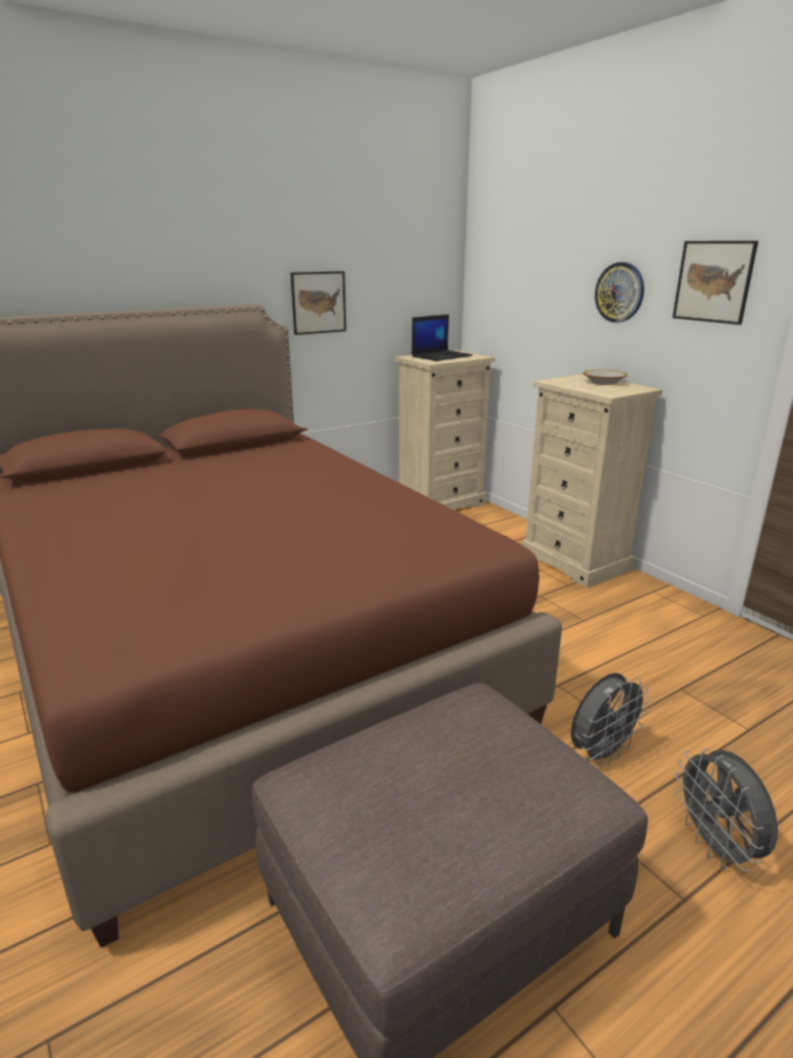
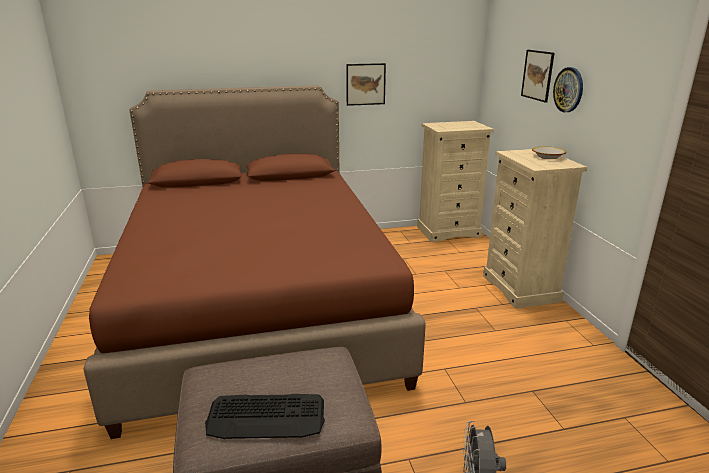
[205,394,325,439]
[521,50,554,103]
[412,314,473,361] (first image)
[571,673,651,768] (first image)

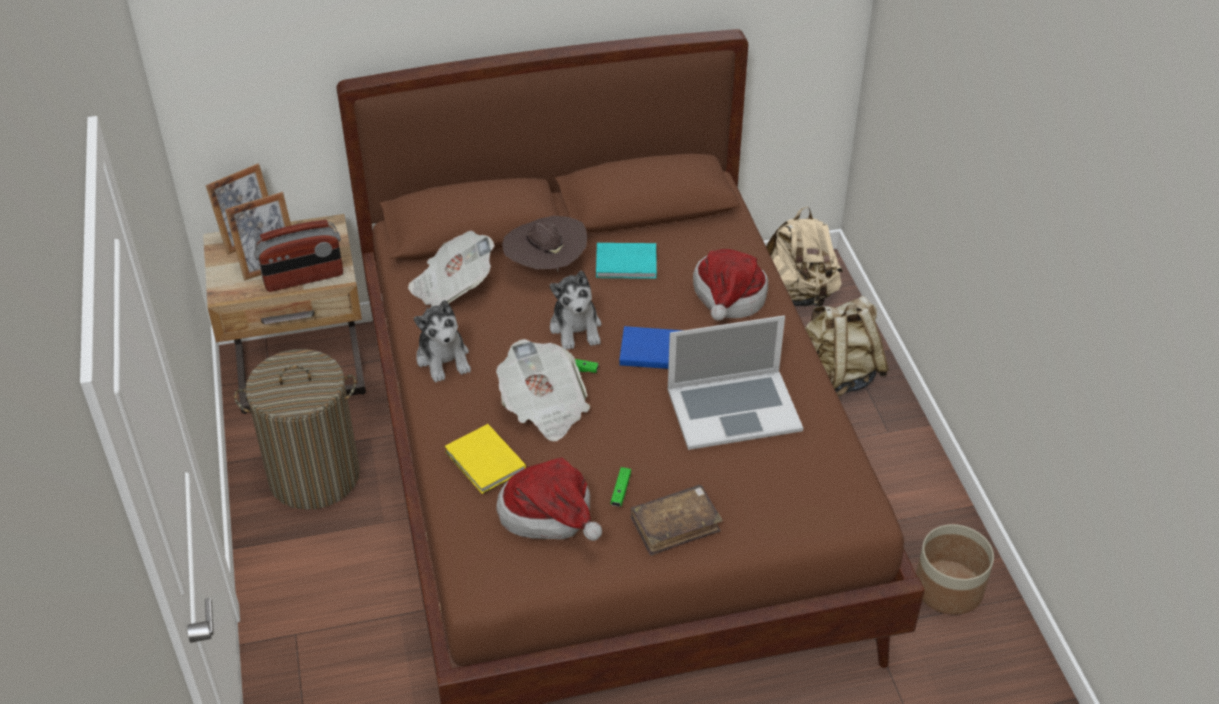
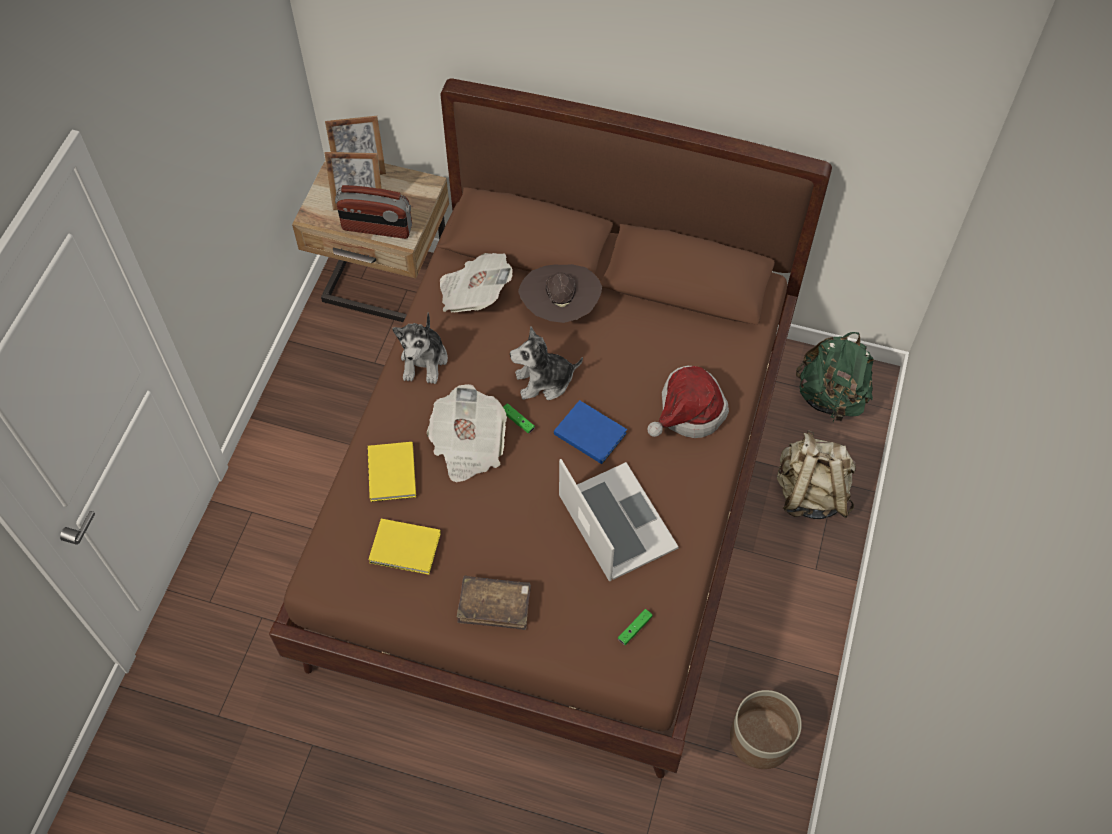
[368,519,441,575]
[510,326,583,400]
[559,459,679,581]
[618,609,653,645]
[796,332,874,422]
[234,349,360,510] (first image)
[596,243,657,279] (first image)

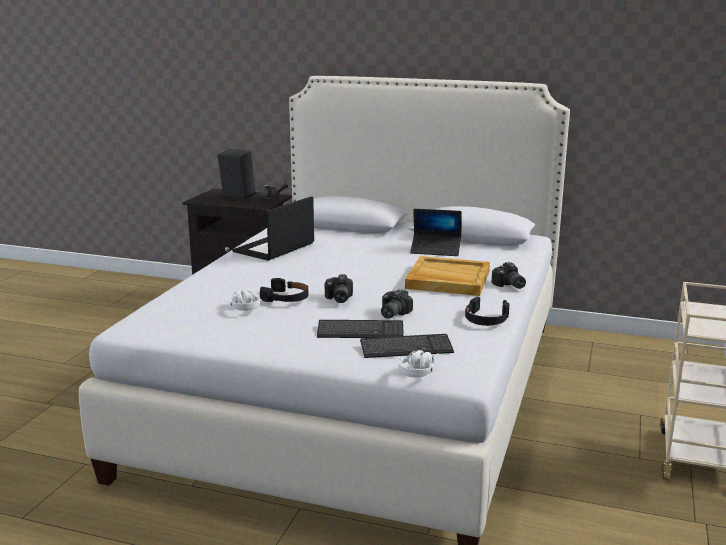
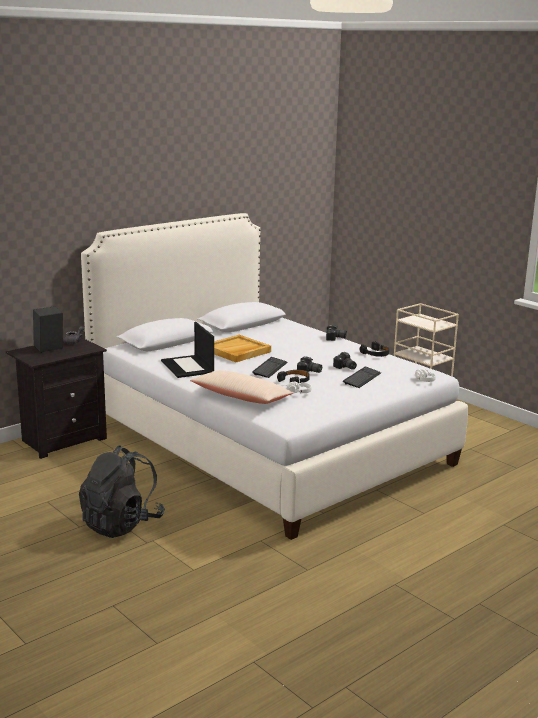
[79,445,165,538]
[190,371,294,404]
[214,335,271,362]
[252,357,288,378]
[410,209,462,256] (first image)

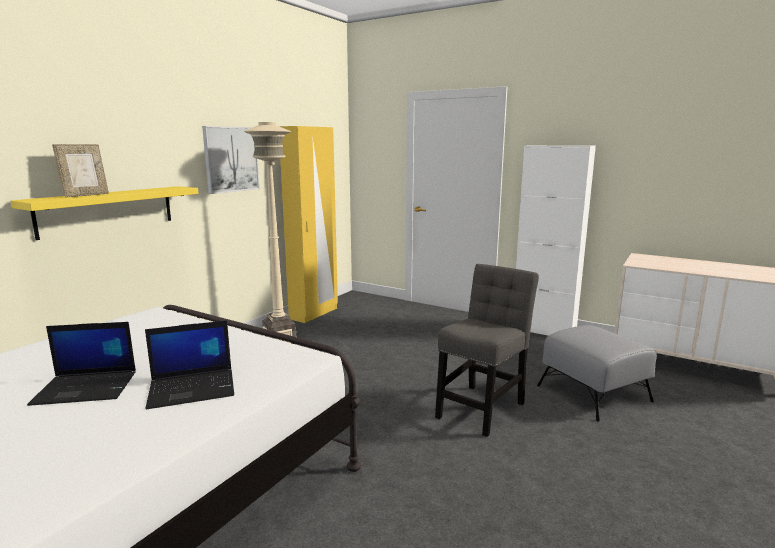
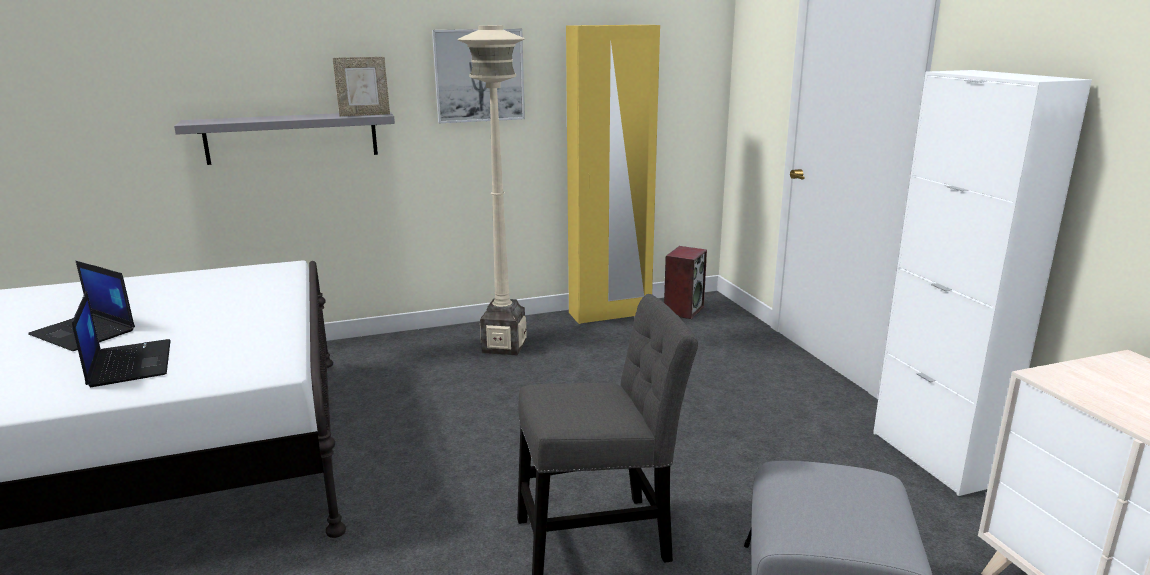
[72,291,171,387]
[174,112,395,165]
[333,57,390,116]
[664,246,707,319]

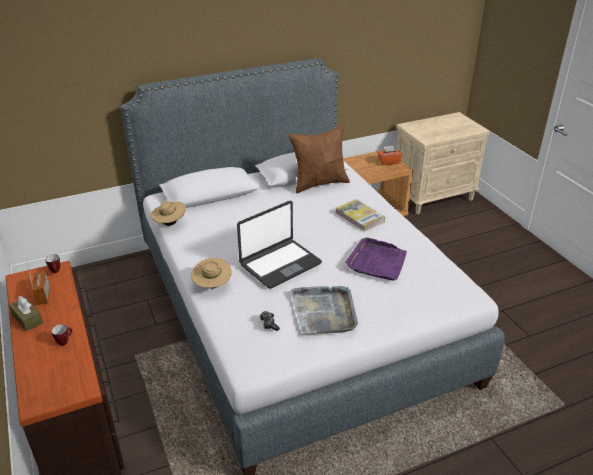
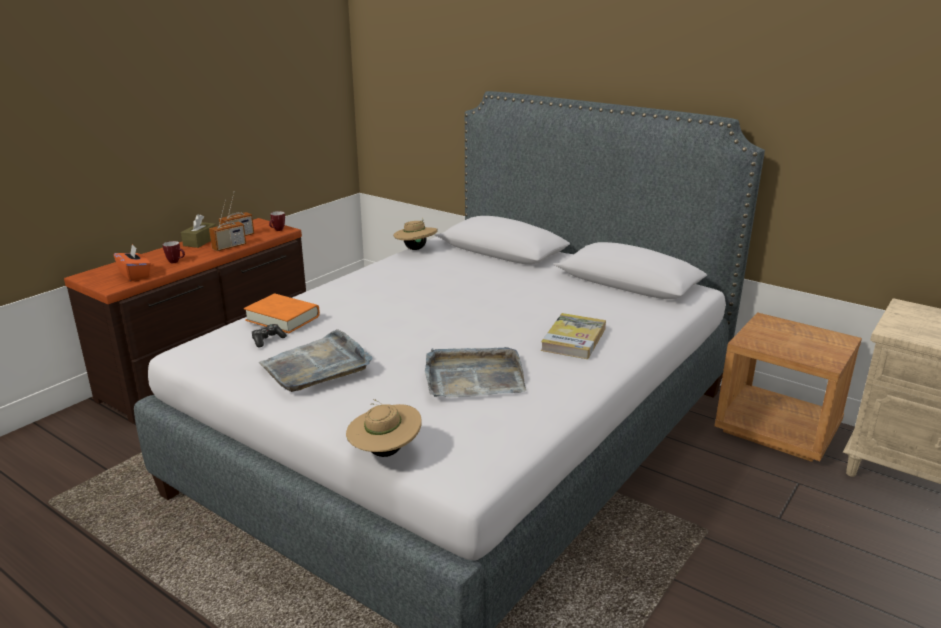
[114,244,151,282]
[209,200,246,251]
[244,294,320,333]
[346,399,422,457]
[425,347,526,398]
[237,201,322,289] (first image)
[289,124,350,194] (first image)

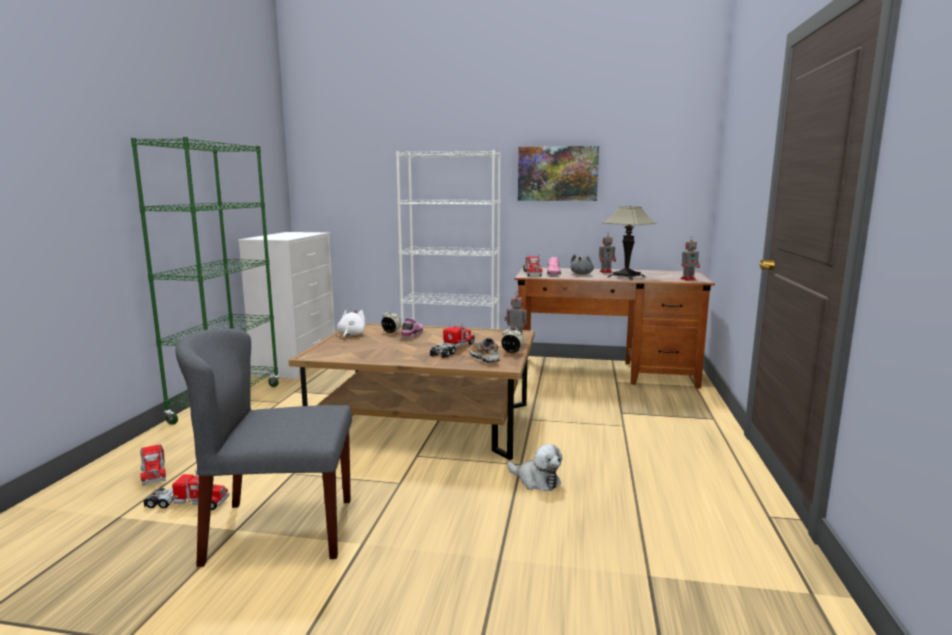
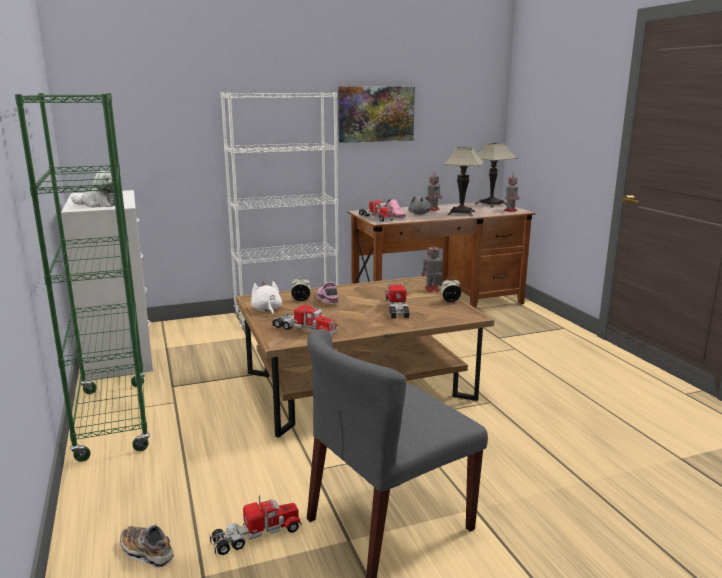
[71,170,115,208]
[120,525,174,568]
[272,302,338,334]
[475,143,518,208]

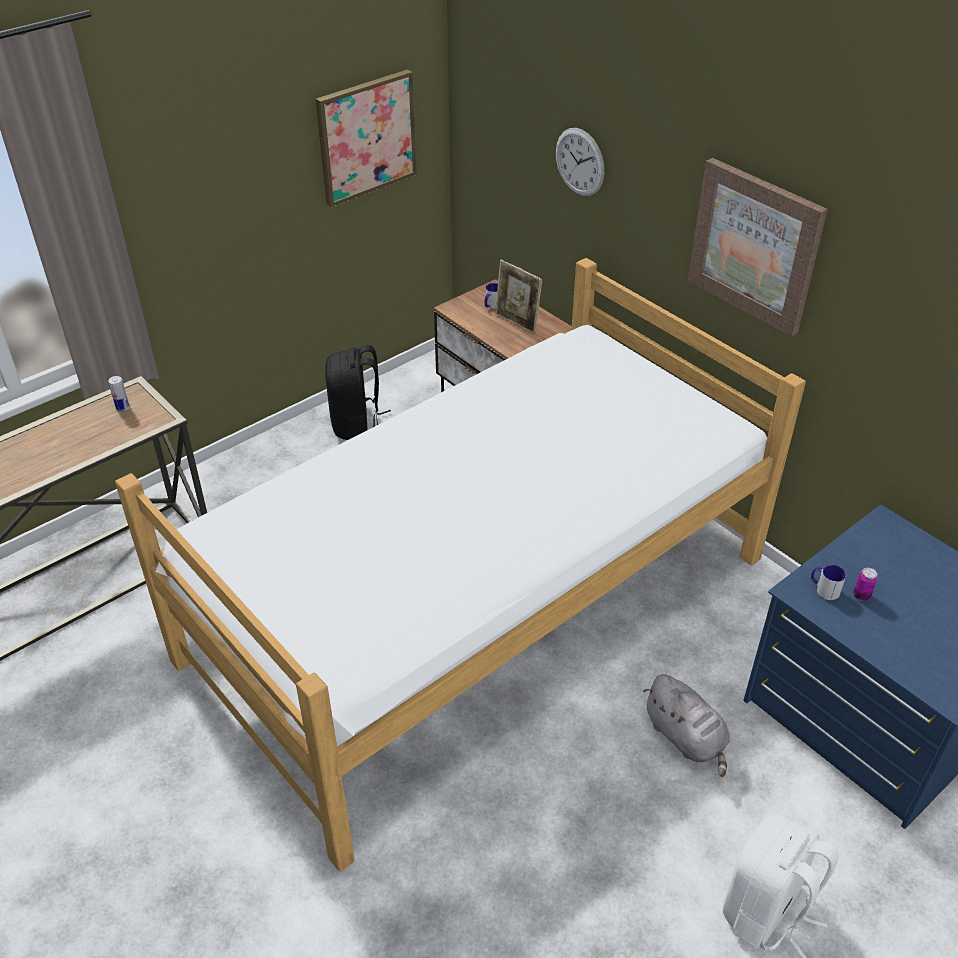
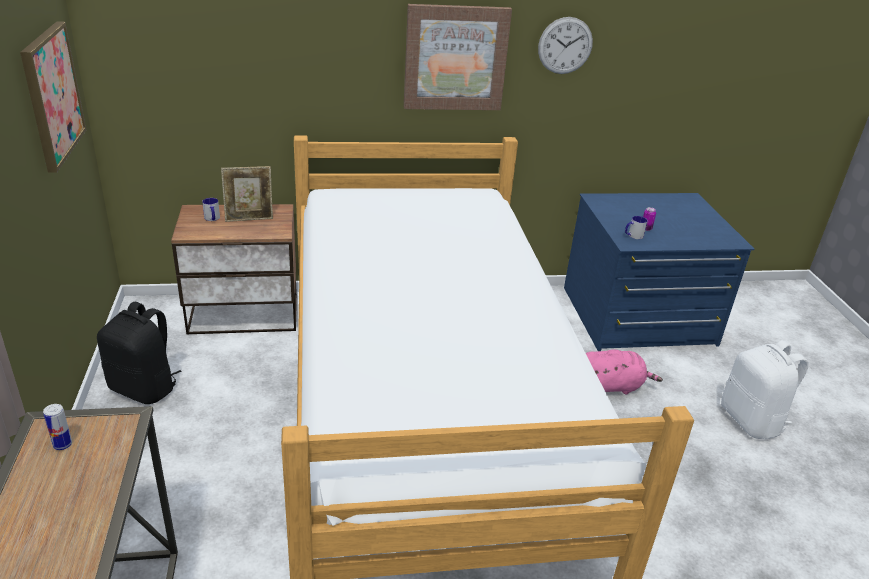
[538,17,593,74]
[586,349,663,394]

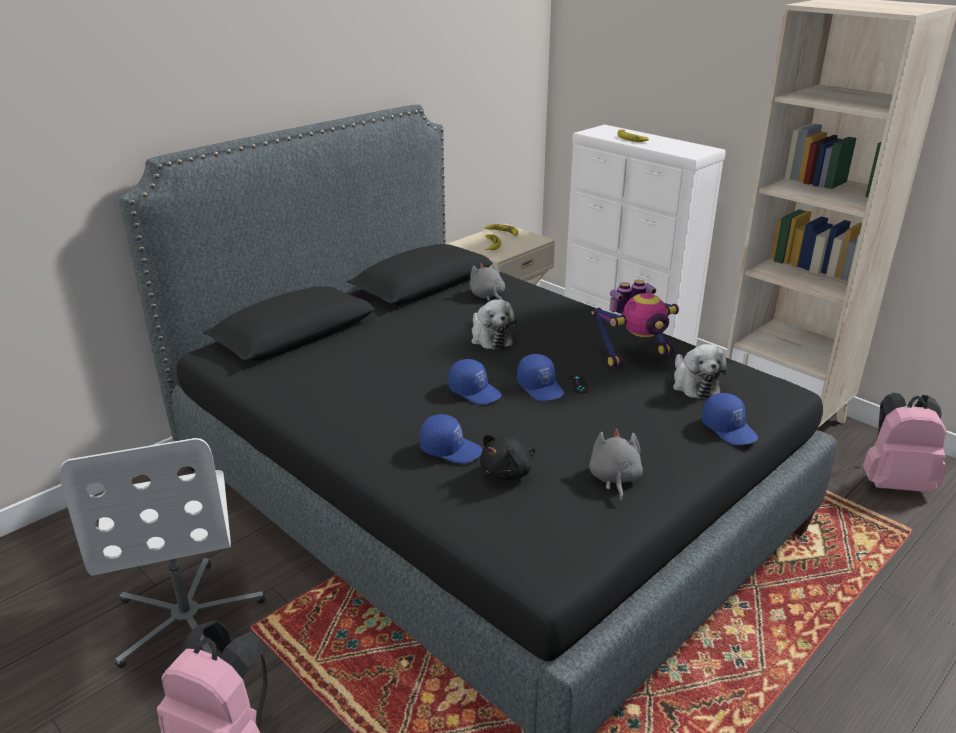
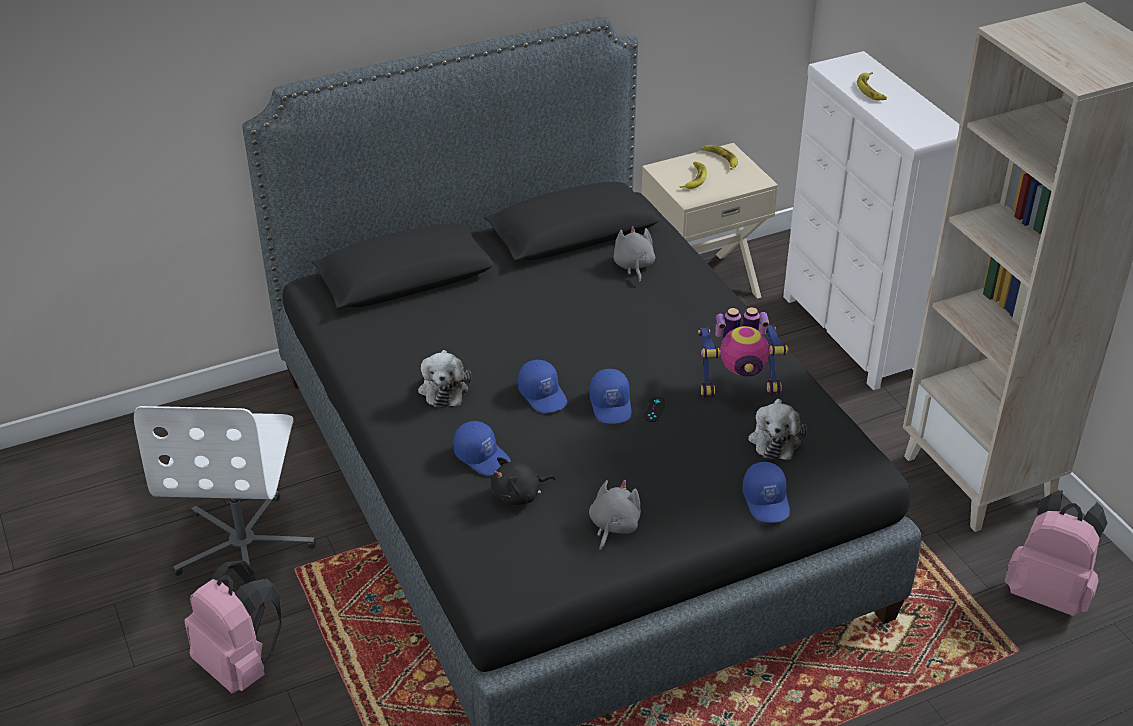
[418,350,471,407]

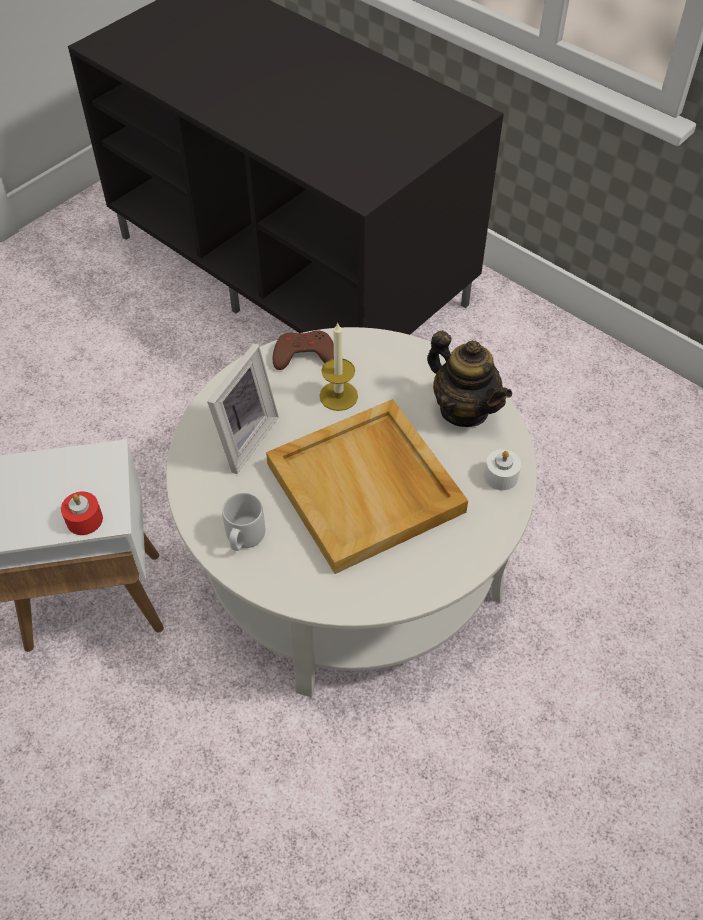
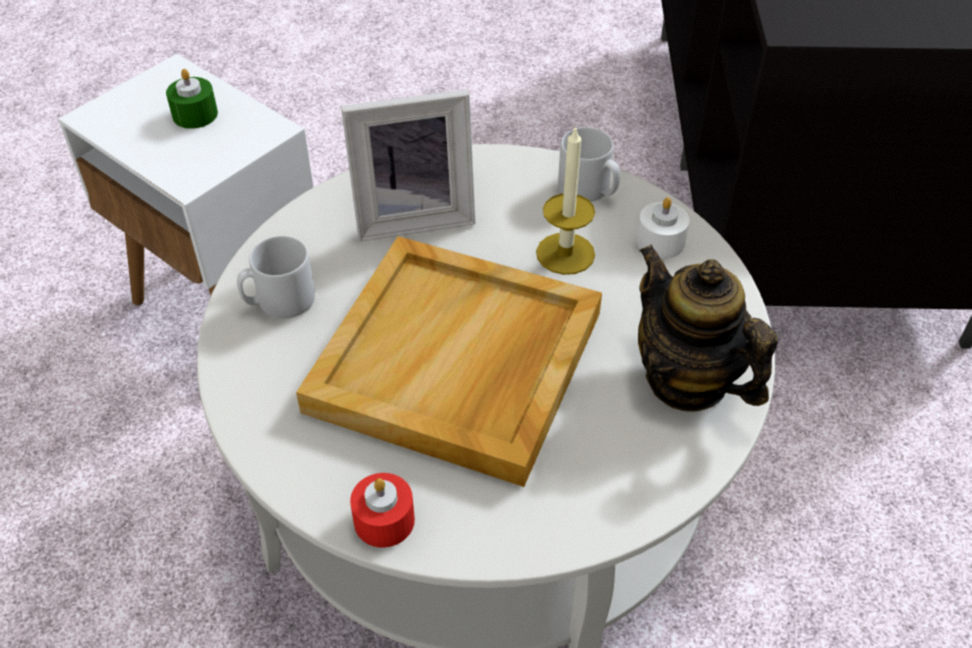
[166,69,218,129]
[350,473,415,548]
[558,127,620,202]
[636,197,690,259]
[638,244,778,412]

